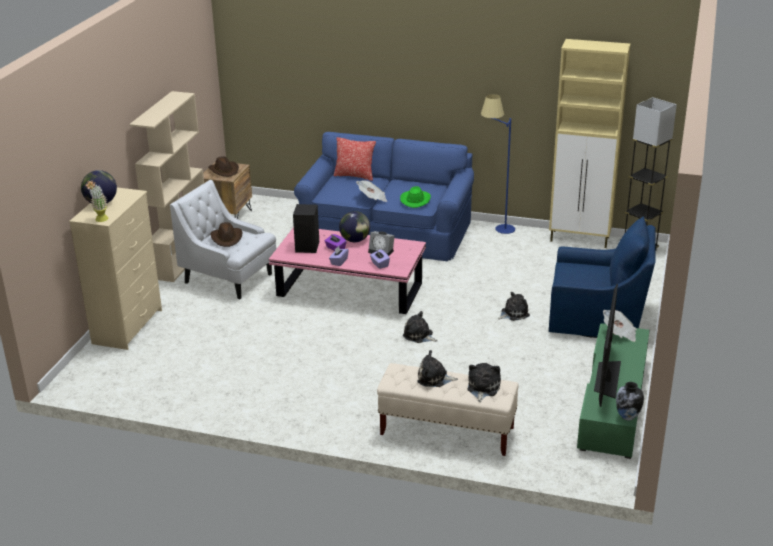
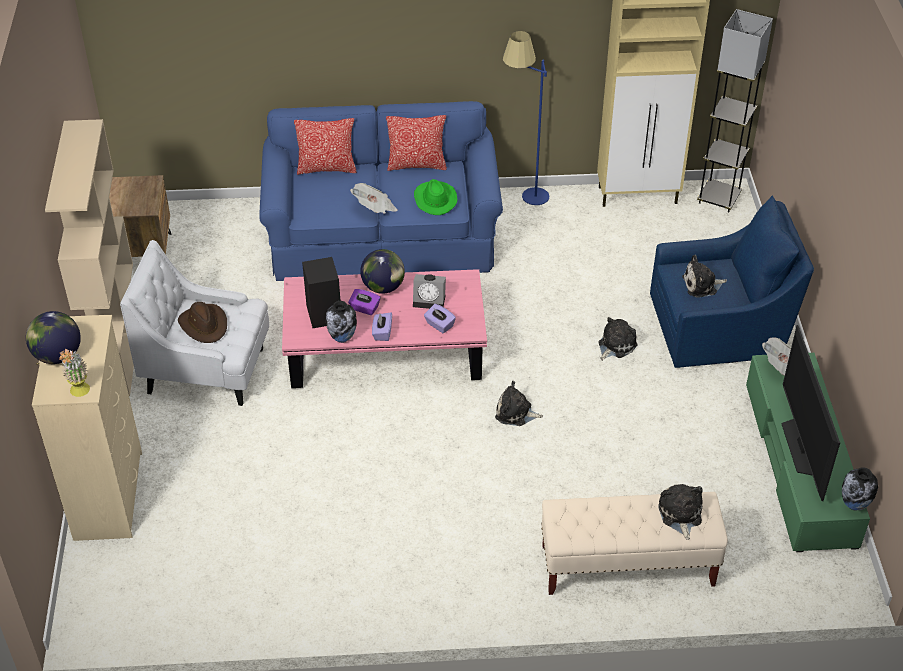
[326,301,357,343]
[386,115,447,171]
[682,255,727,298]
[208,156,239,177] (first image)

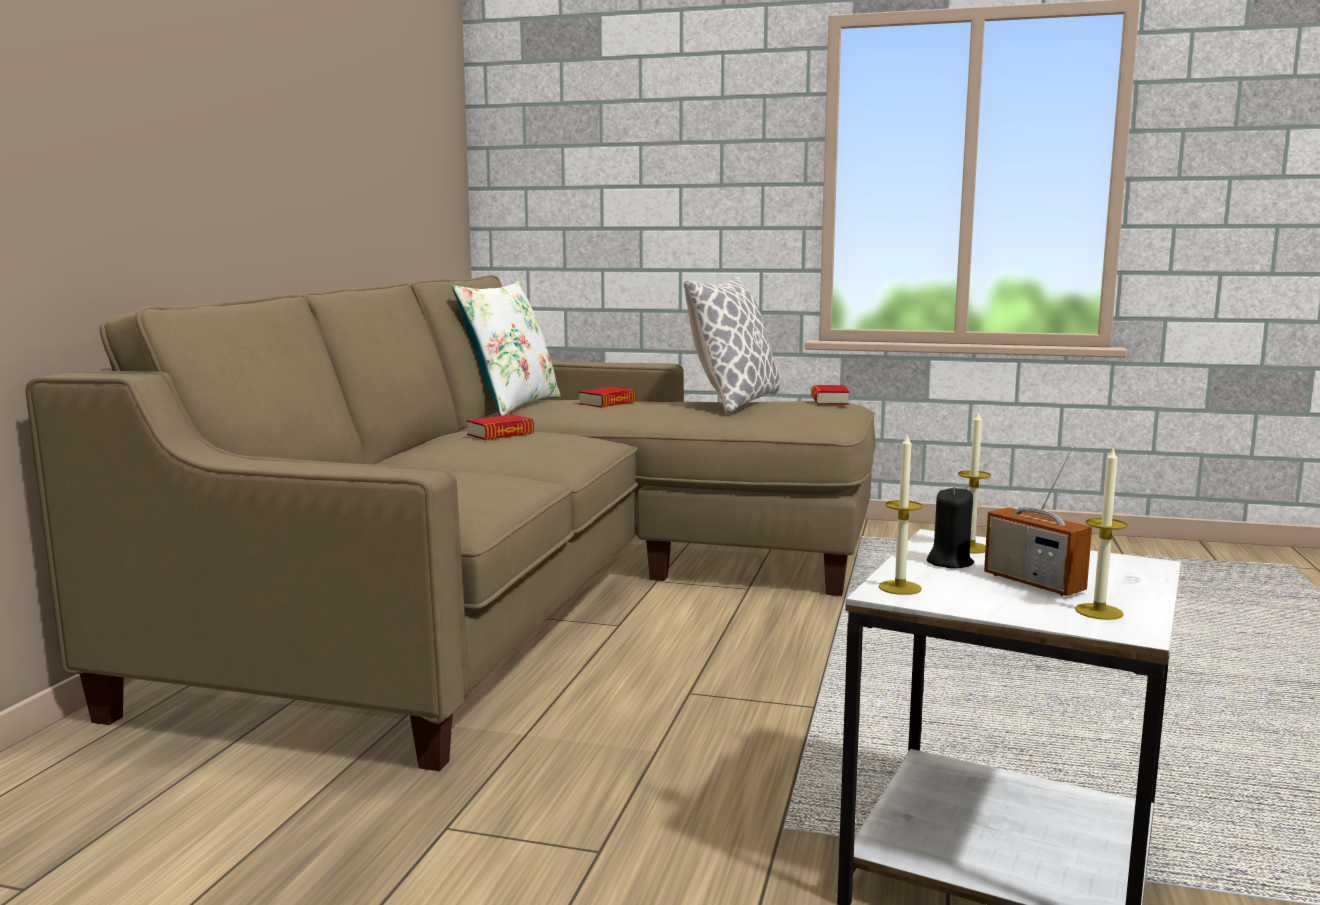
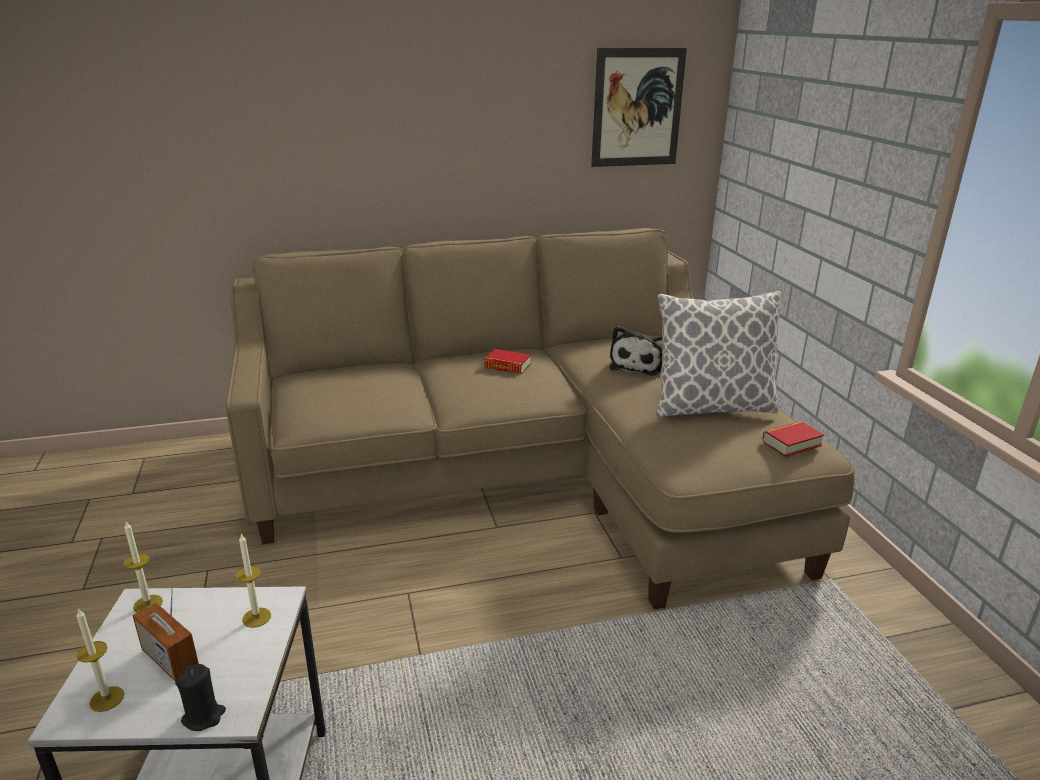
[133,580,199,681]
[175,664,226,731]
[591,48,687,167]
[610,326,662,376]
[453,281,560,416] (first image)

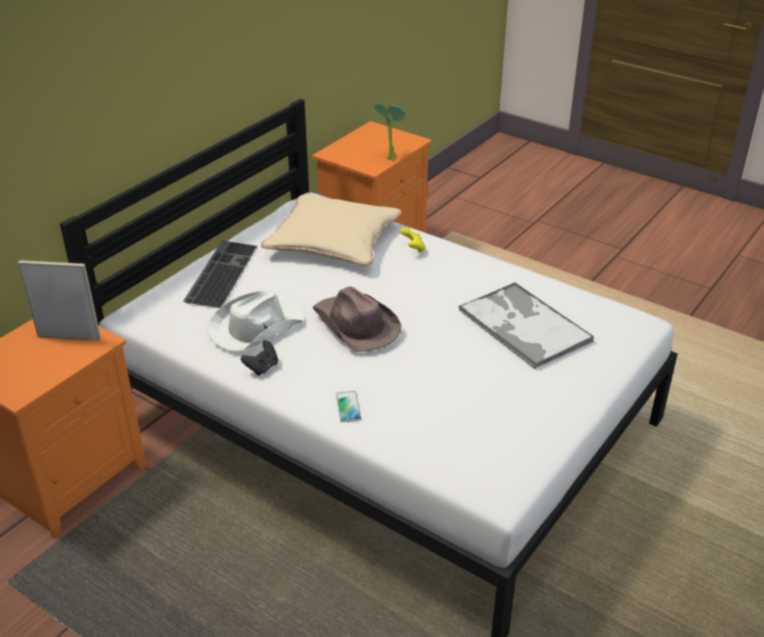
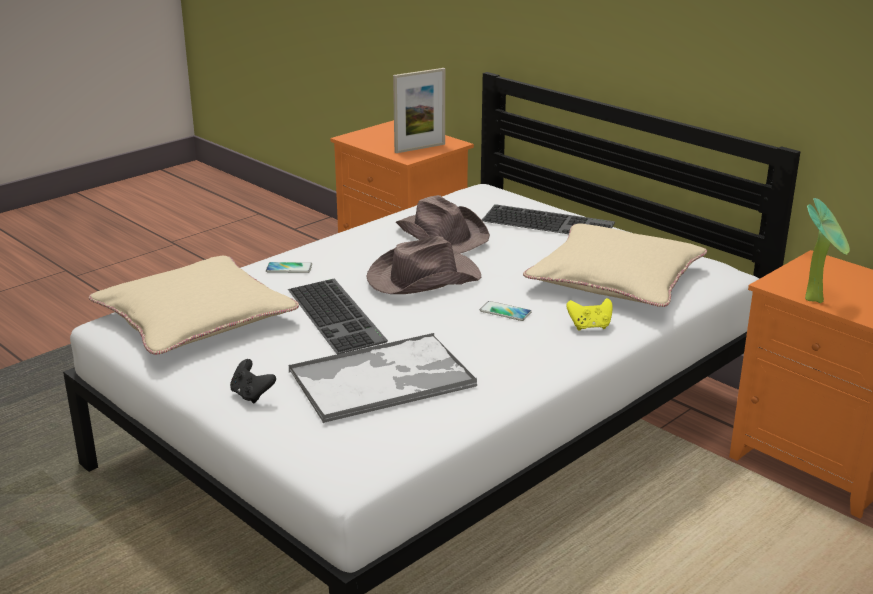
[89,256,299,355]
[230,359,276,404]
[288,279,388,354]
[393,68,445,153]
[396,195,490,253]
[480,301,531,321]

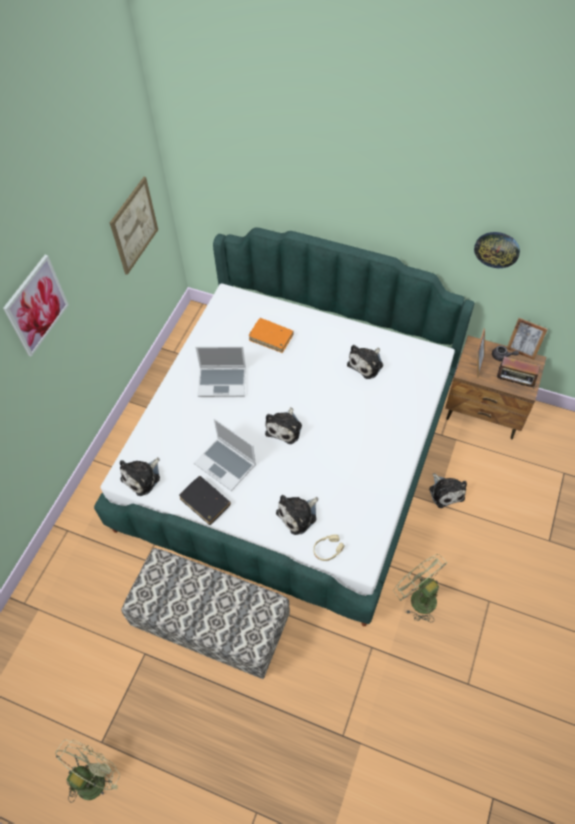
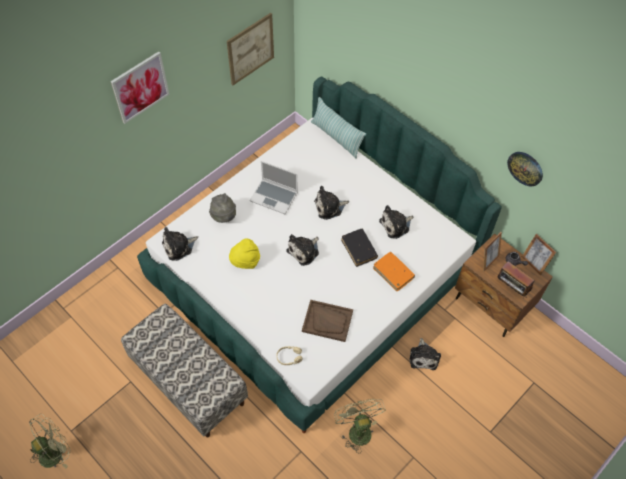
[209,193,236,223]
[229,238,260,269]
[302,300,353,342]
[311,97,366,159]
[314,186,349,220]
[341,229,378,267]
[373,252,415,291]

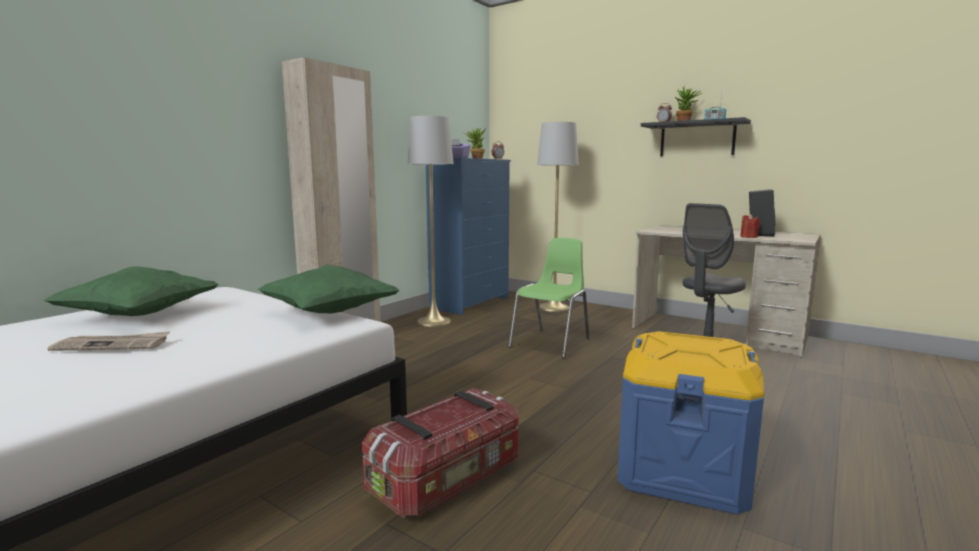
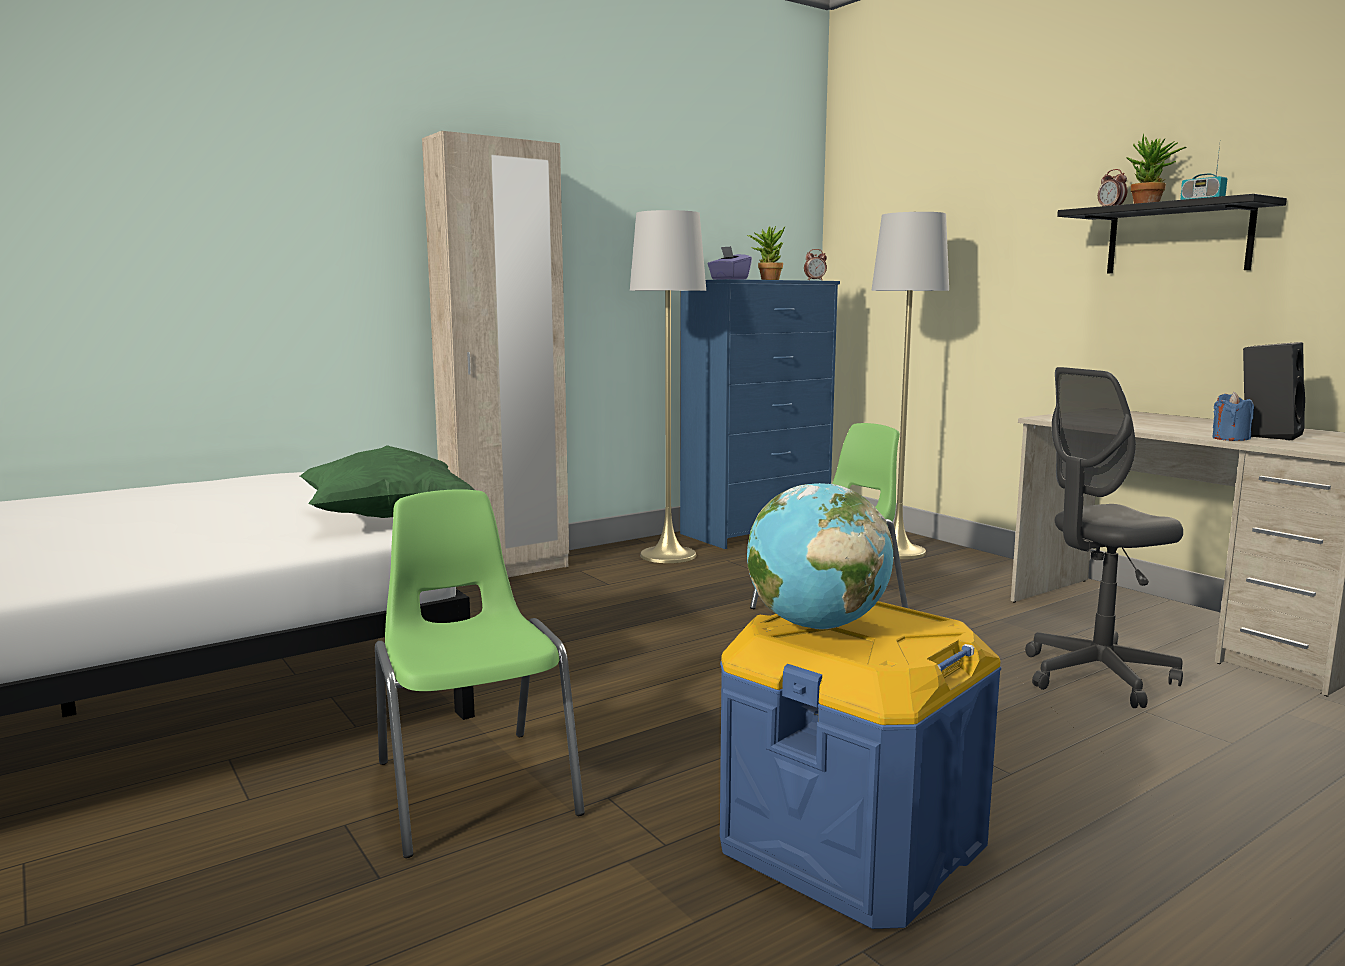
[375,489,585,858]
[747,483,893,630]
[1212,392,1254,441]
[43,266,219,316] (first image)
[48,331,170,351] (first image)

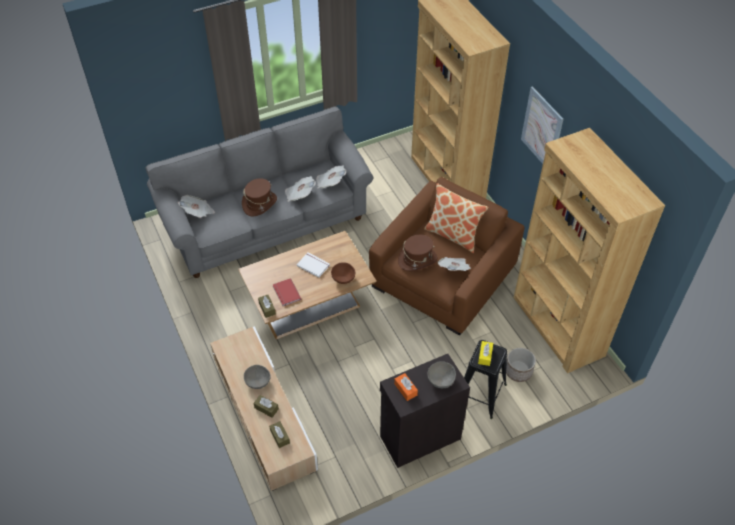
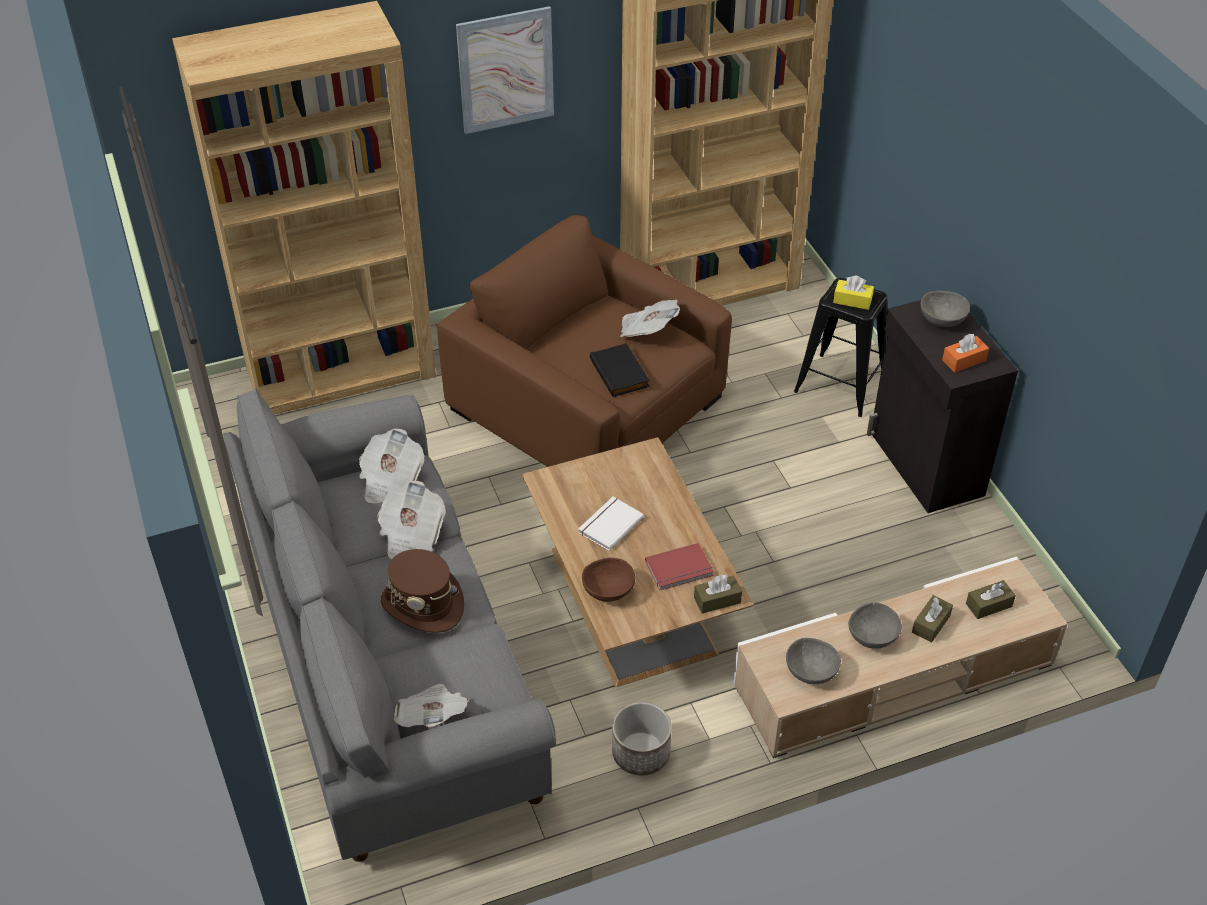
[582,557,635,602]
[590,343,650,397]
[612,702,672,775]
[786,638,841,684]
[424,183,489,253] (first image)

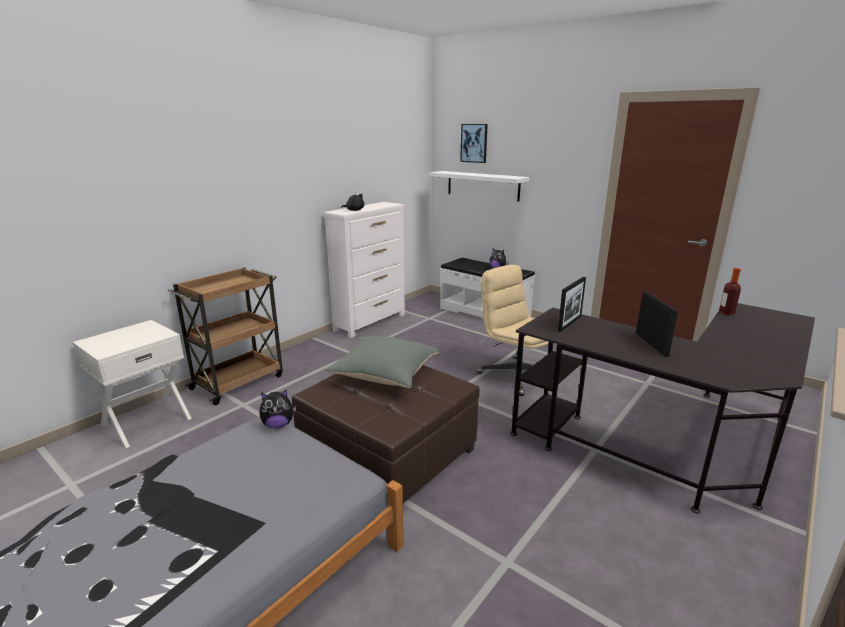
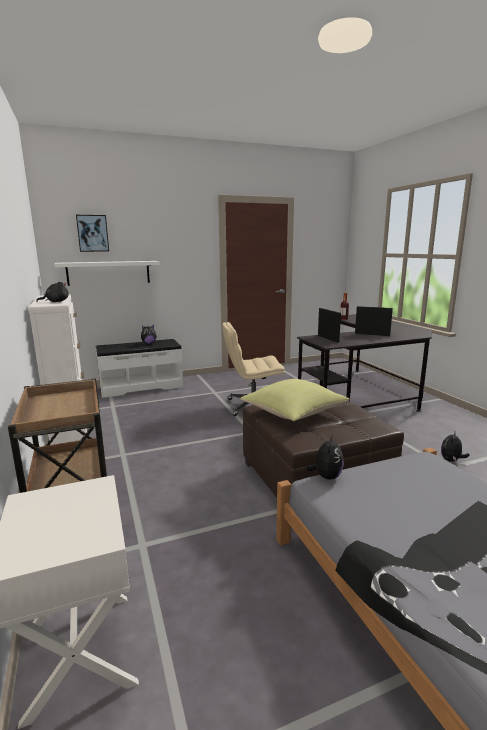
[240,379,349,421]
[441,433,469,462]

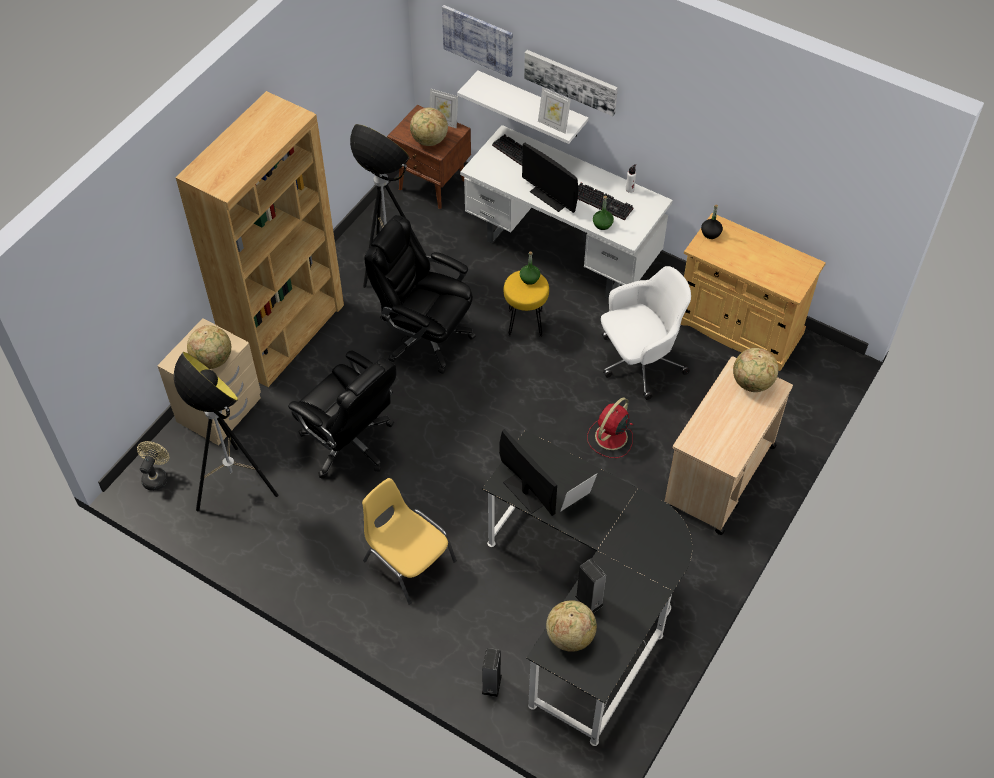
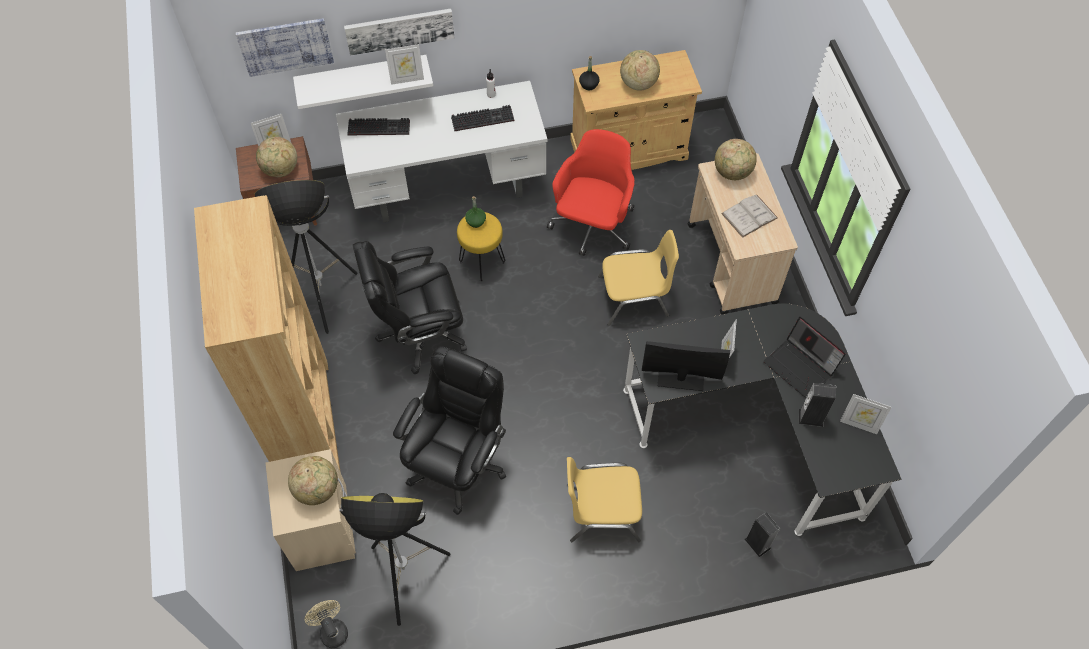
[393,346,506,515]
[547,129,634,256]
[598,230,679,326]
[620,50,660,91]
[721,195,778,238]
[763,317,846,398]
[840,394,892,434]
[522,143,578,213] (first image)
[593,196,614,230] (first image)

